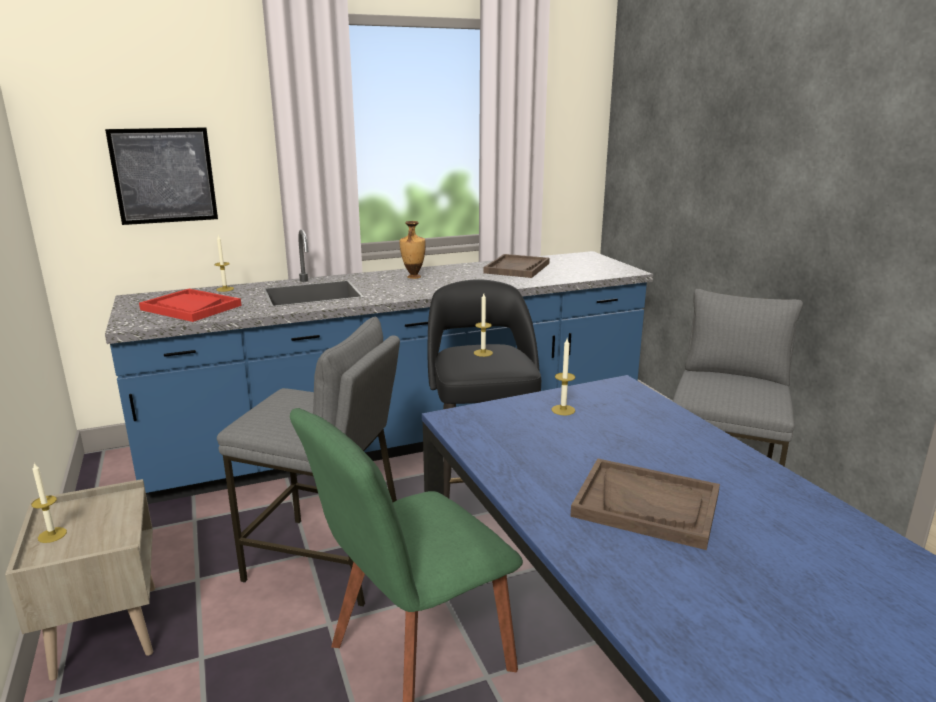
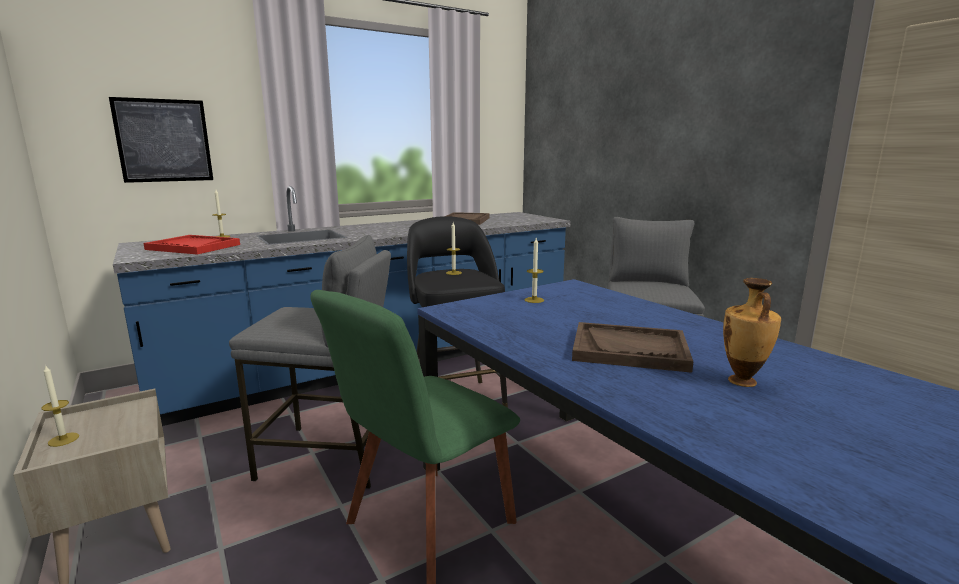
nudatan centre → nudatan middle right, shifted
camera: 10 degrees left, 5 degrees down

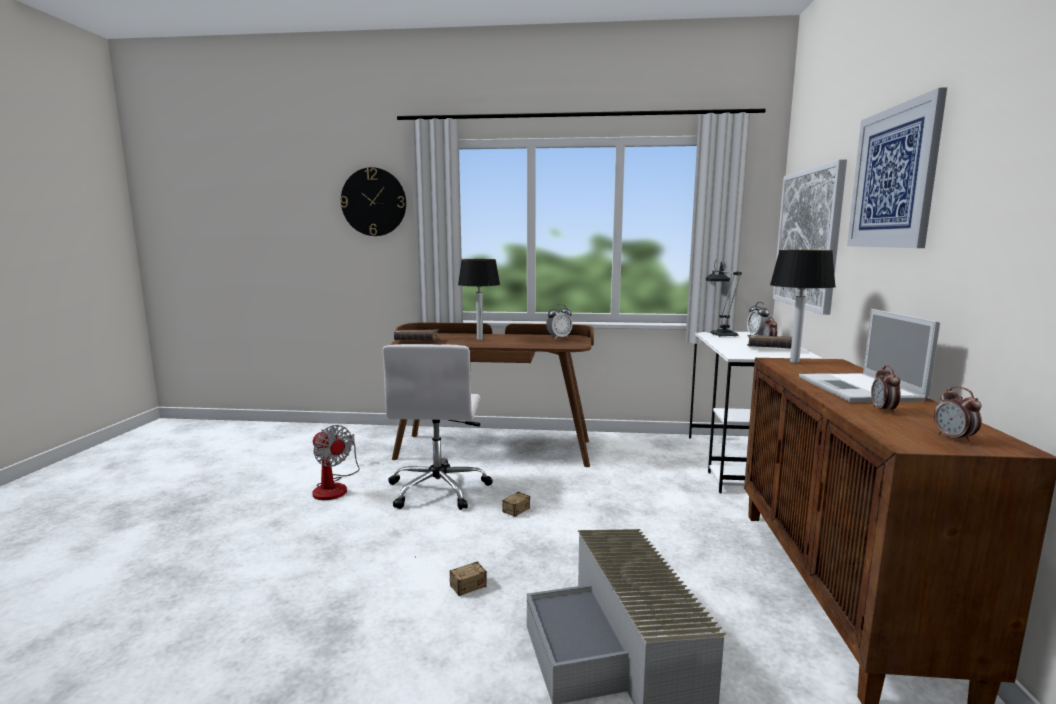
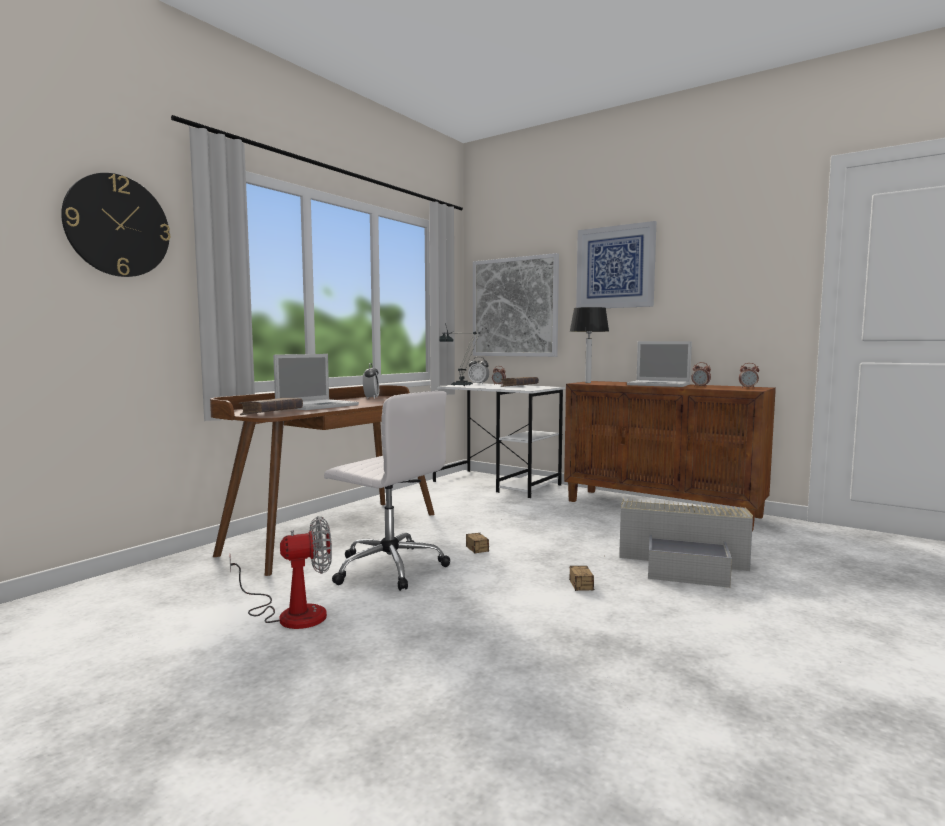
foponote (no. 1 from left) centre → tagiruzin (no. 1 from left) centre
camera: 60 degrees left, 5 degrees down

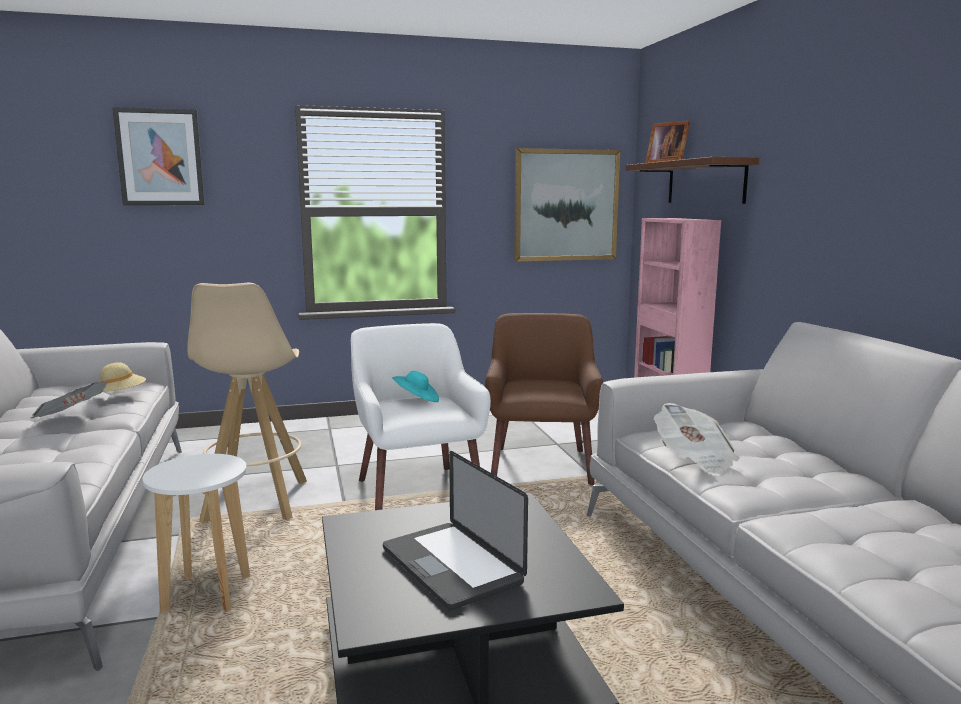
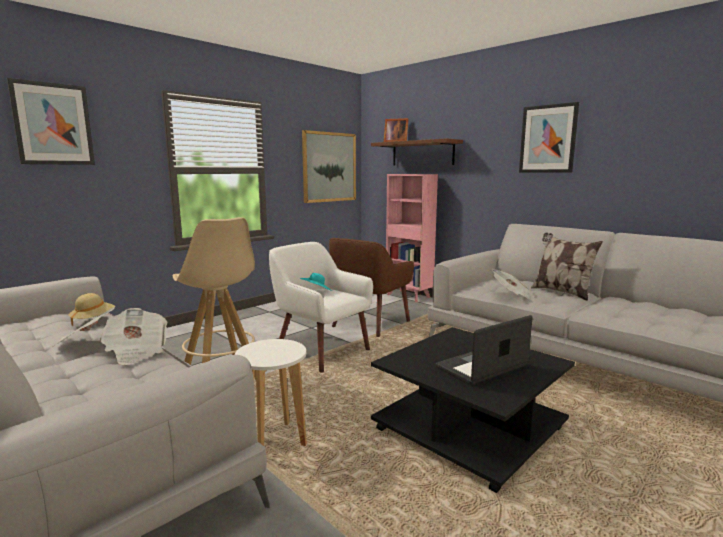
- → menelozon (no. 2 from left) middle left
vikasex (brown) centre, 120 degrees counterclockwise
tagiruzin bottom centre → tagiruzin middle right, 120 degrees clockwise
- → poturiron (no. 3 from left) top right
- → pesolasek middle right
camera: 30 degrees left, 0 degrees up

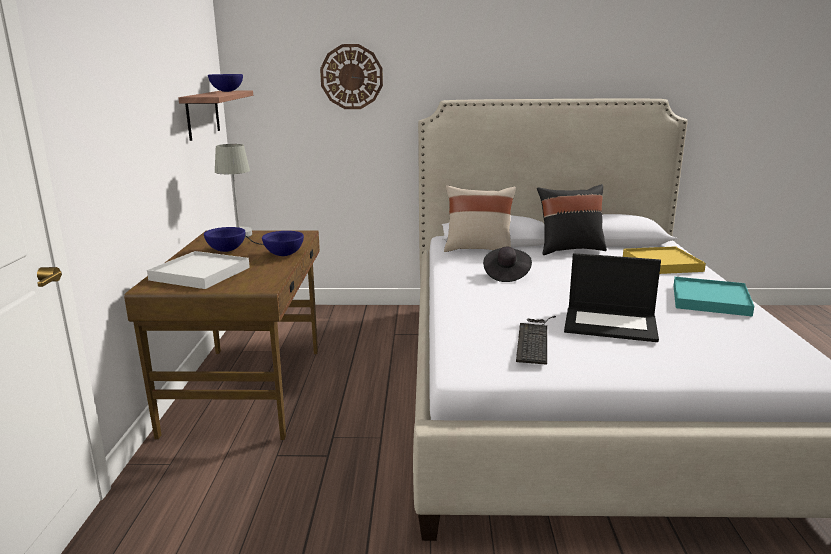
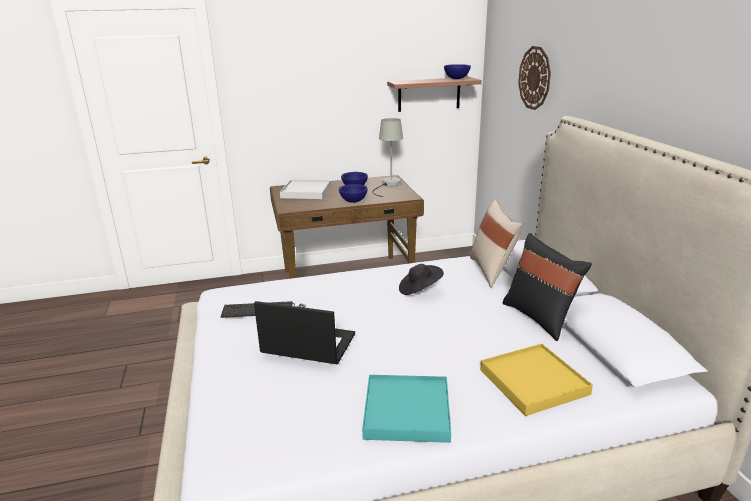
tagiruzin middle right → tagiruzin centre, 105 degrees clockwise
camera: 75 degrees right, 5 degrees up

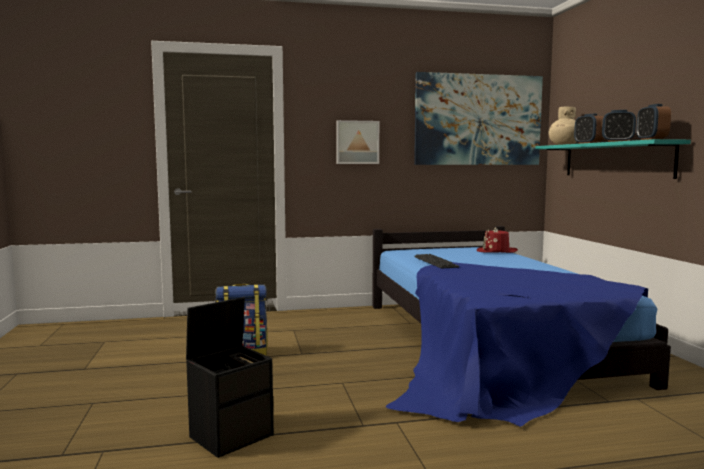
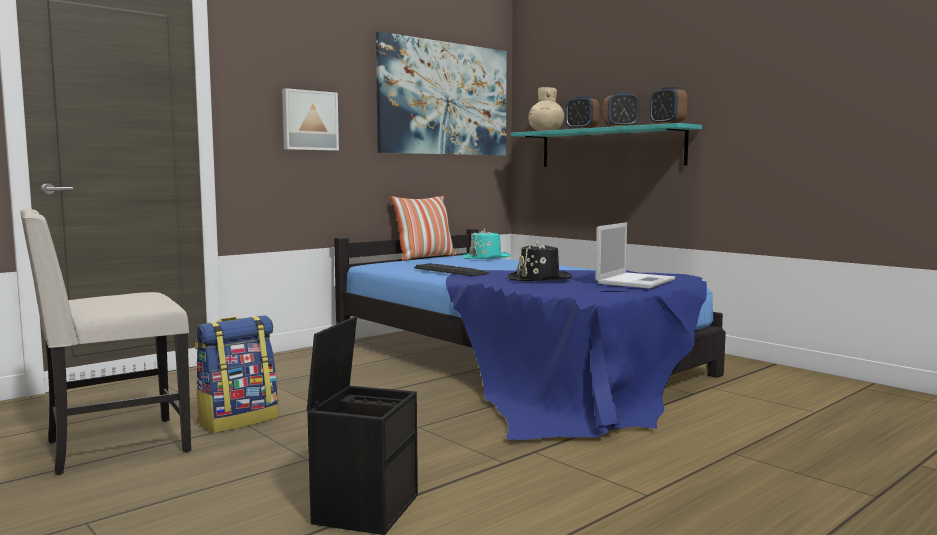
- → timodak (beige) middle left
- → pesolasek centre
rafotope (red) middle right → rafotope (turquoise) centre
- → rafotope (black) centre
- → tagiruzin middle right
camera: 30 degrees left, 0 degrees up

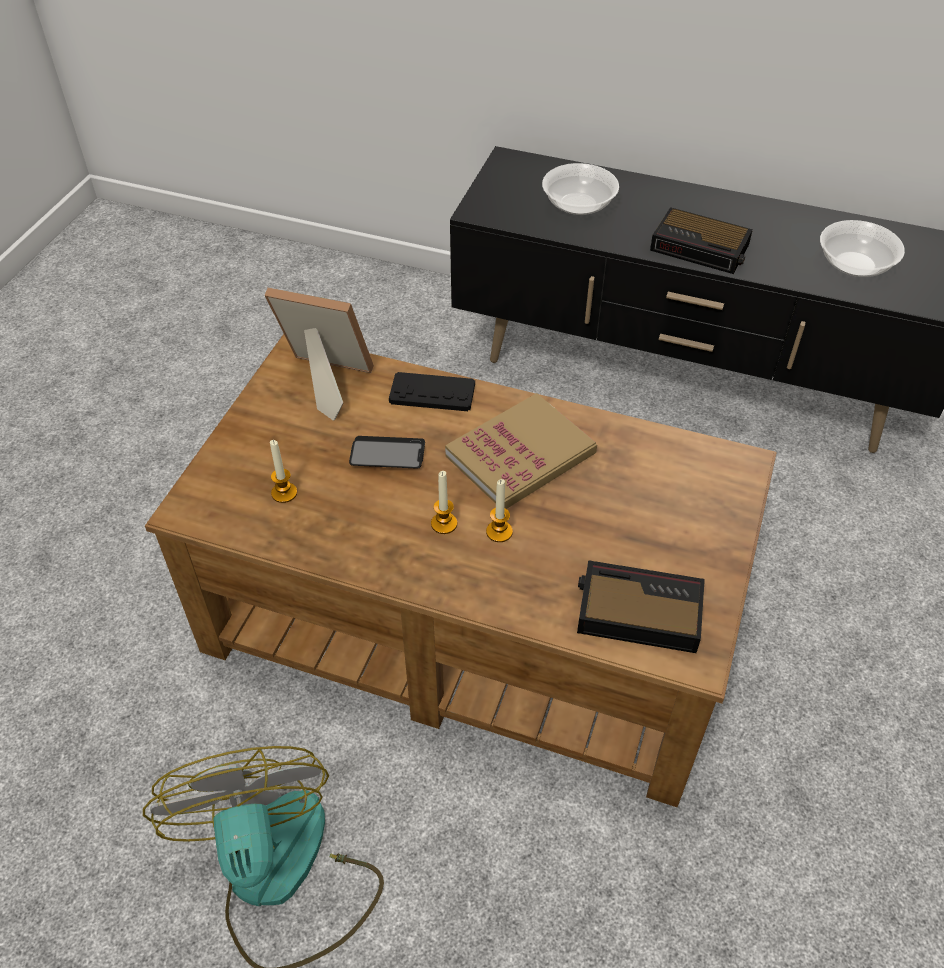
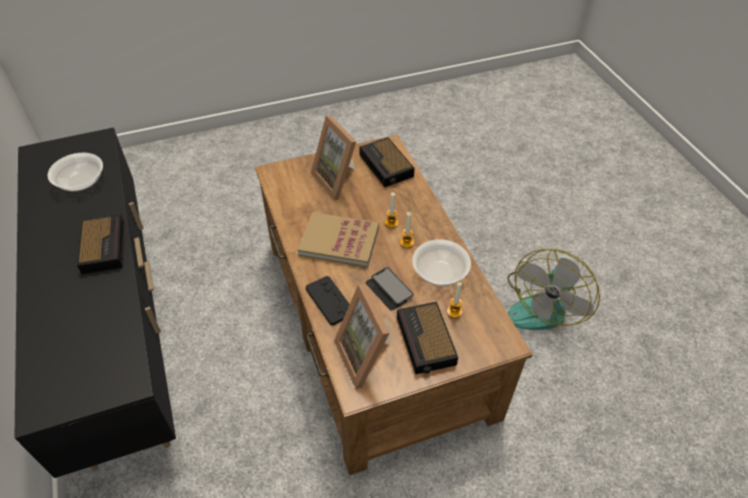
- → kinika (no. 1 from left) top centre
- → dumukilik (no. 3 from left) bottom centre
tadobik (no. 1 from left in the first image) top centre → tadobik (no. 2 from left) centre, shifted
camera: 130 degrees left, 0 degrees up

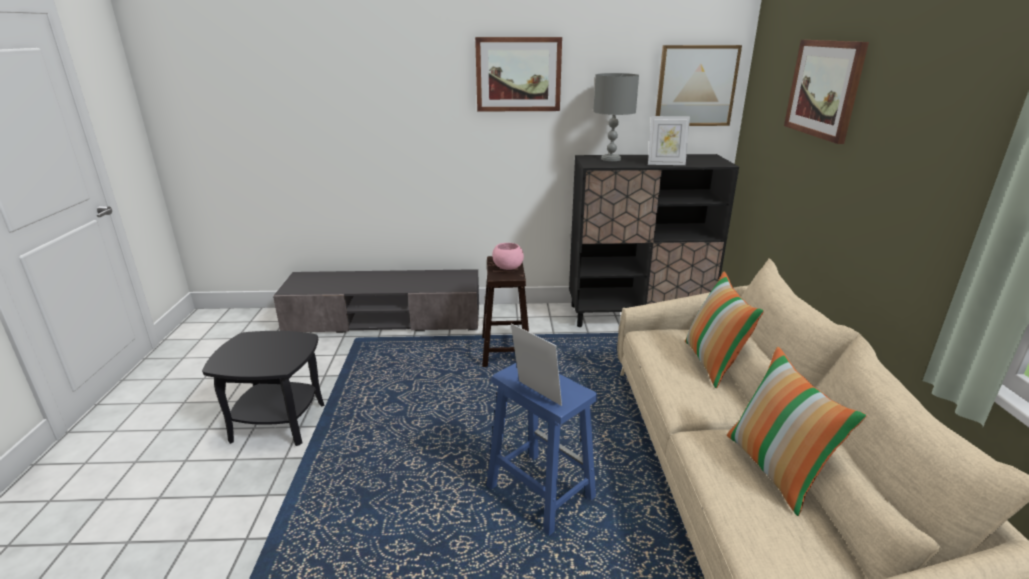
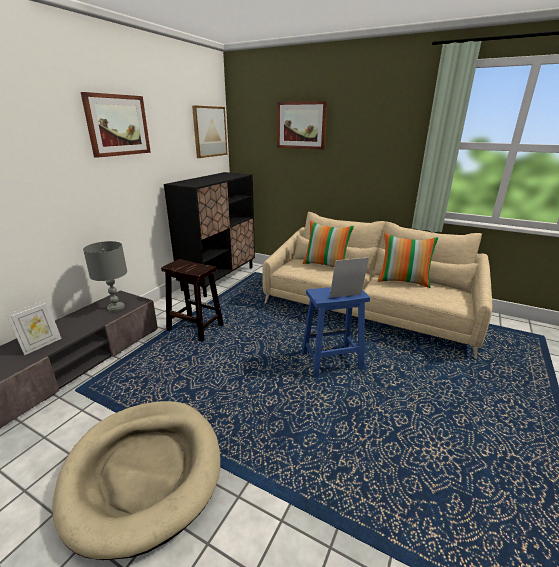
kinika (no. 2 from left in the first image) top centre → kinika (no. 1 from left) middle left, shifted
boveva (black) bottom left → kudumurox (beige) bottom left
foponote (grey) top centre → foponote (grey) middle left, shifted
tadobik (pink) centre → -
camera: 60 degrees left, 0 degrees up

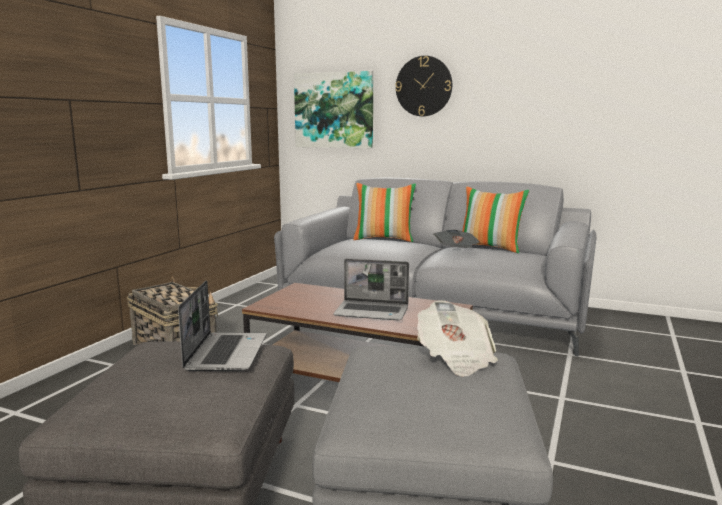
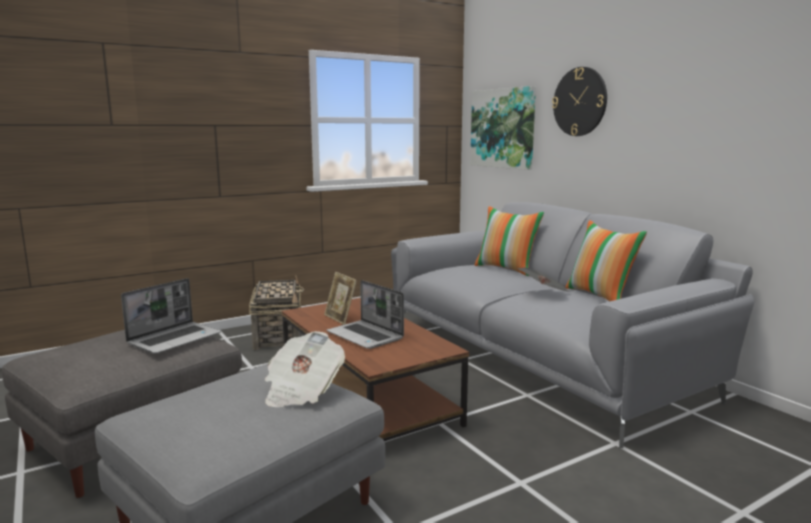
- → kinika centre
camera: 35 degrees right, 0 degrees up

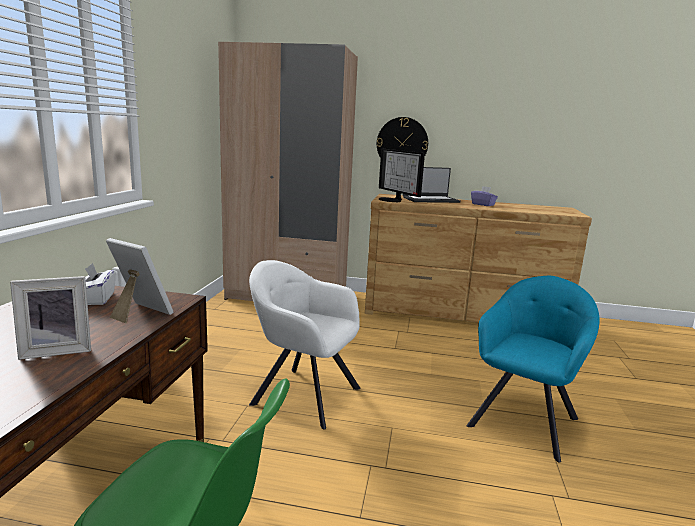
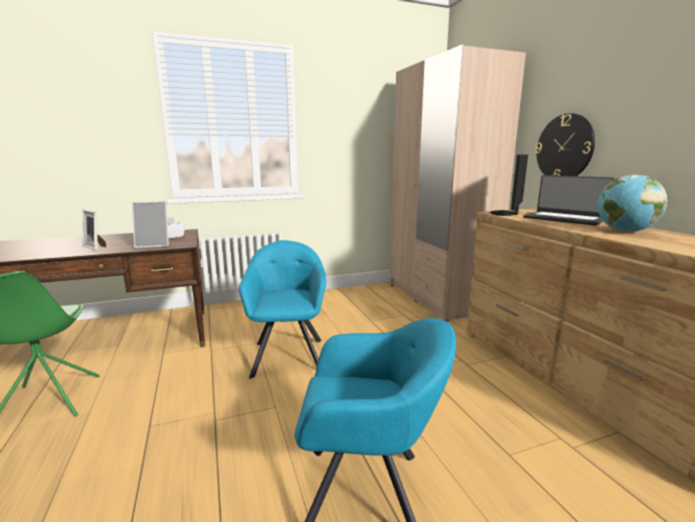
kinika (no. 2 from left) middle left, 75 degrees clockwise
vikasex (white) centre → vikasex (turquoise) (no. 1 from left) centre
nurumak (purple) middle right → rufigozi middle right
camera: 60 degrees right, 0 degrees up

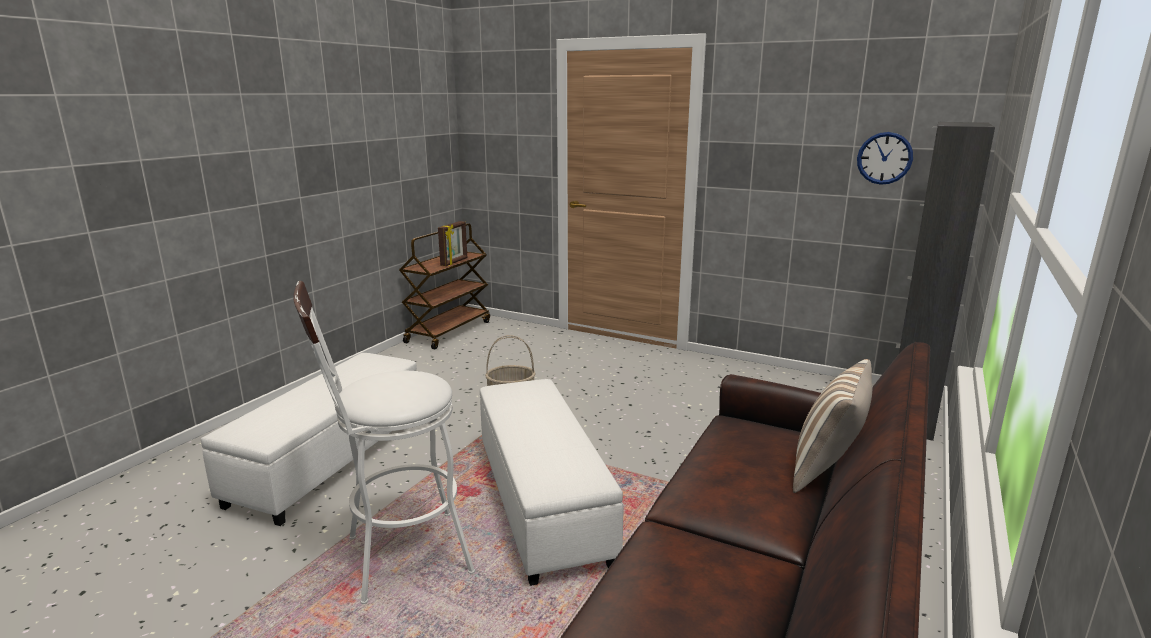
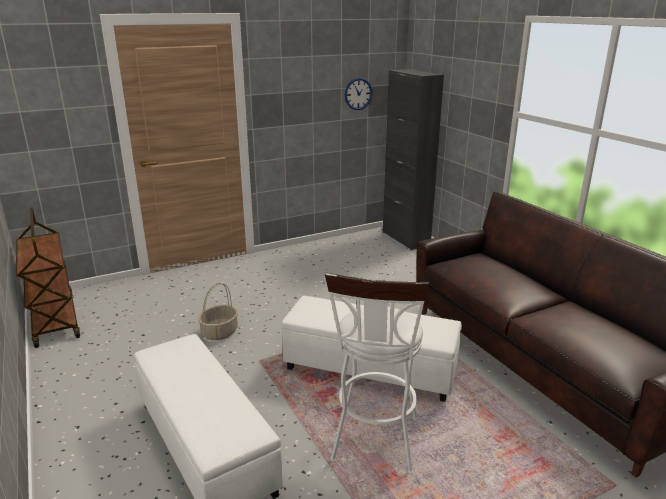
kinika centre → -
pesolasek bottom right → -
camera: 55 degrees left, 5 degrees up

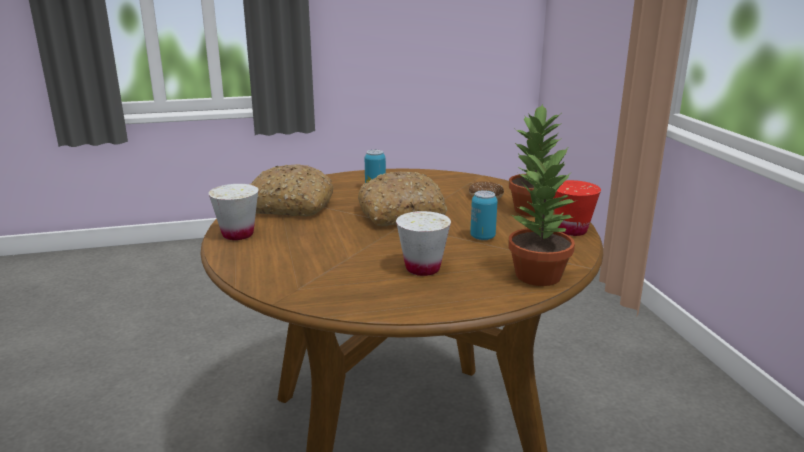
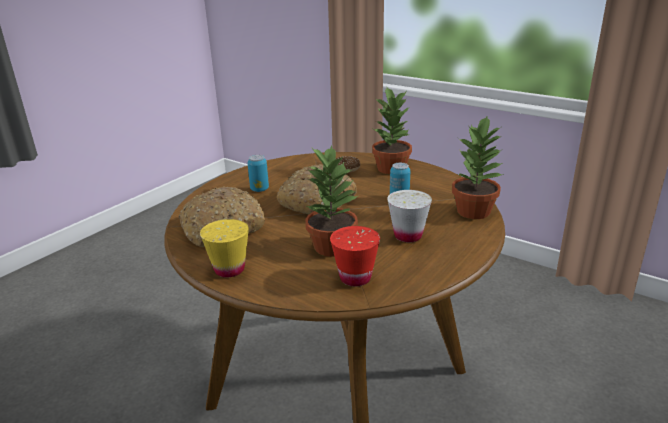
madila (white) (no. 1 from left) middle left → madila (yellow) centre
- → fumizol (no. 1 from left) centre
madila (red) middle right → madila (red) centre, shifted
camera: 40 degrees left, 5 degrees up

